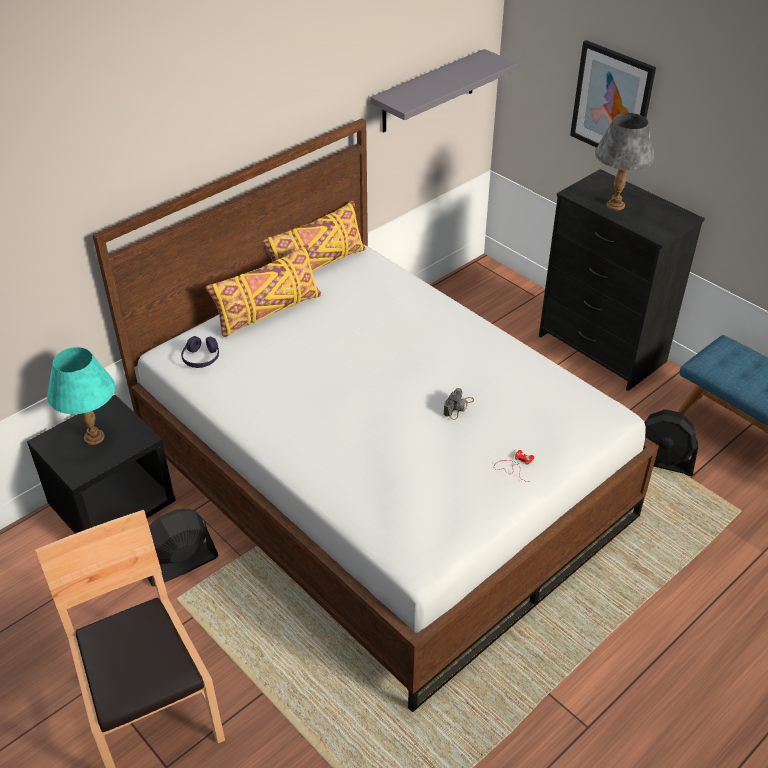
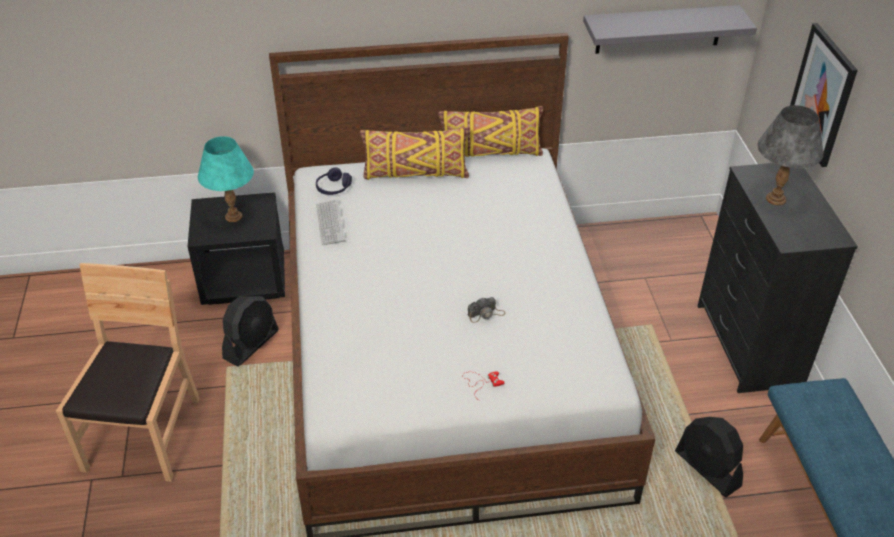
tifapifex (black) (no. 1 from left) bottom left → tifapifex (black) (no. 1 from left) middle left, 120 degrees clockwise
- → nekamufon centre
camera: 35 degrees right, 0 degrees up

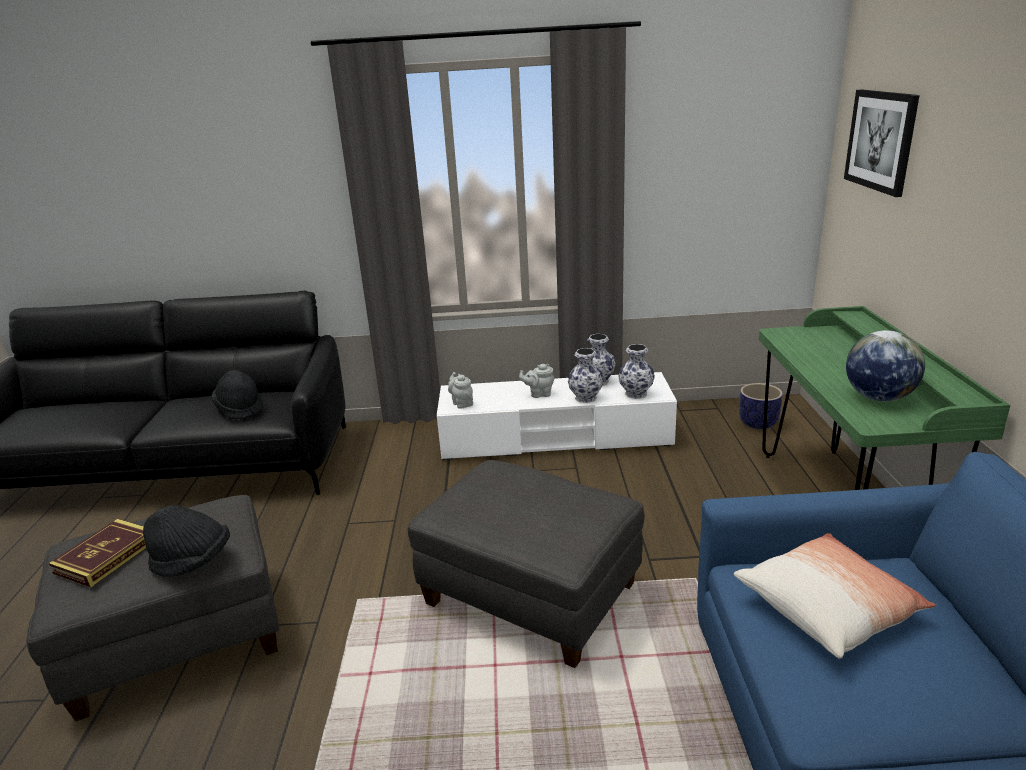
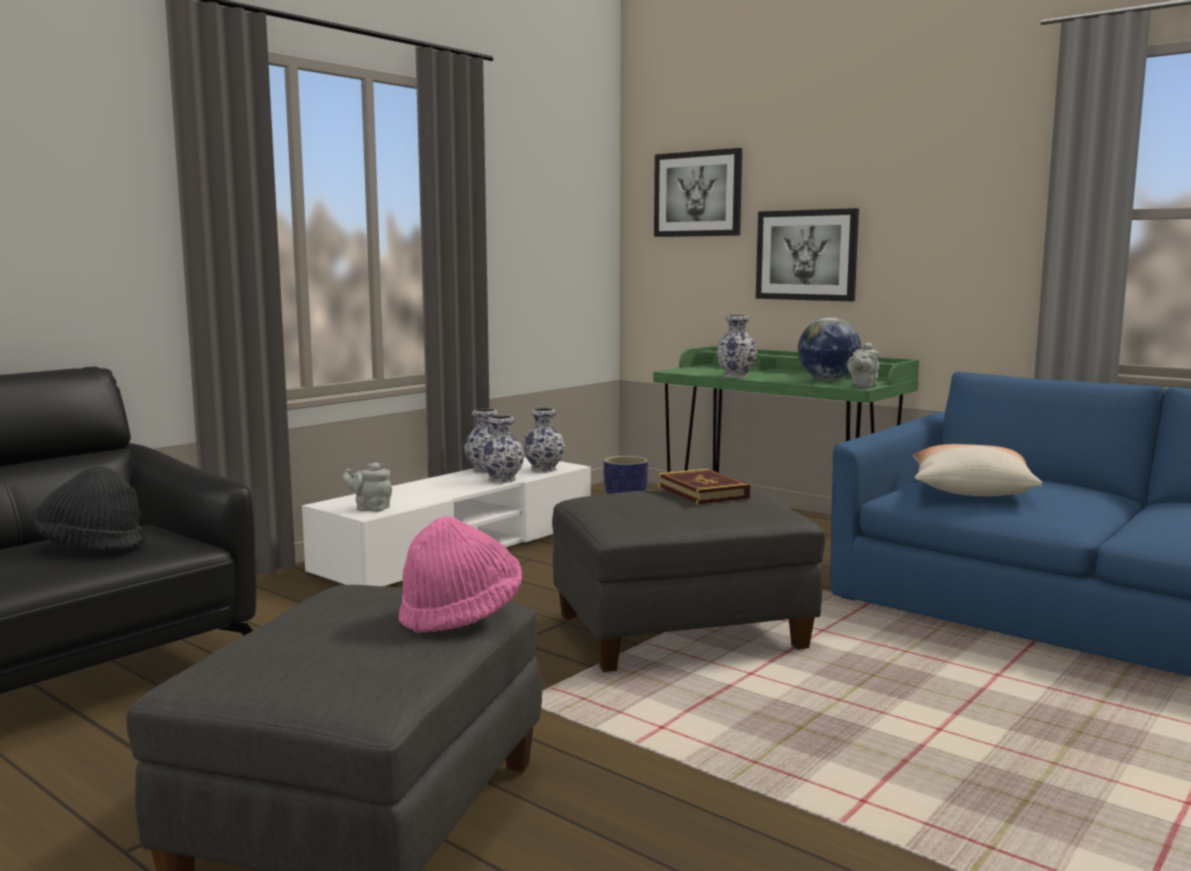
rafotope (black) (no. 1 from left) bottom left → rafotope (pink) centre
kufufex bottom left → kufufex centre, shifted
- → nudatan (no. 4 from left) centre
- → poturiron (no. 2 from left) top right
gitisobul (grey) (no. 2 from left) centre → gitisobul (grey) (no. 2 from left) middle right, shifted
camera: 50 degrees left, 15 degrees down

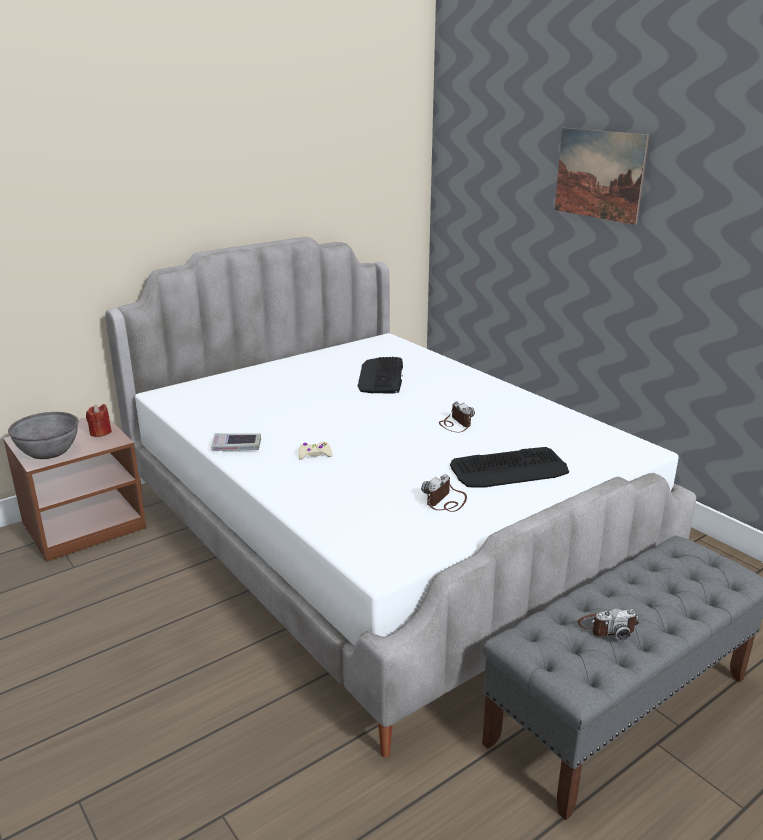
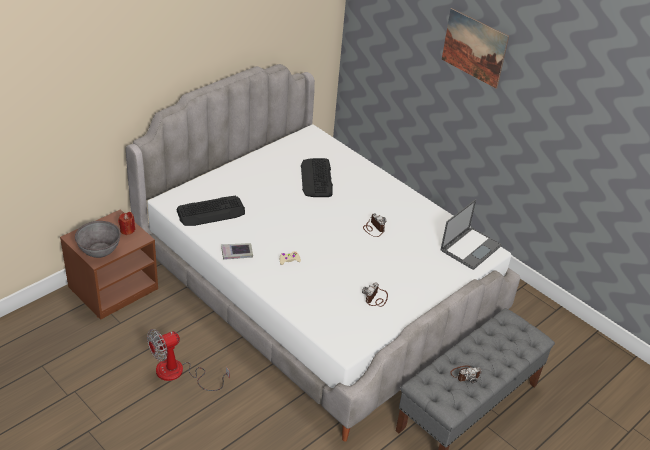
- → tifapifex bottom left
nekamufon (no. 2 from left in the first image) middle right → nekamufon (no. 1 from left) middle left, shifted
- → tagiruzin middle right
camera: 10 degrees left, 15 degrees up

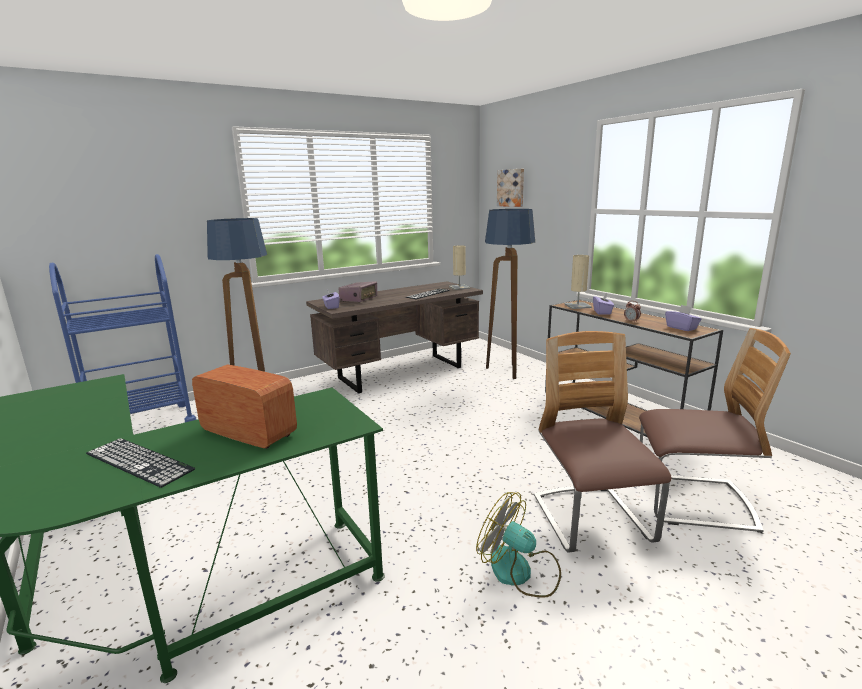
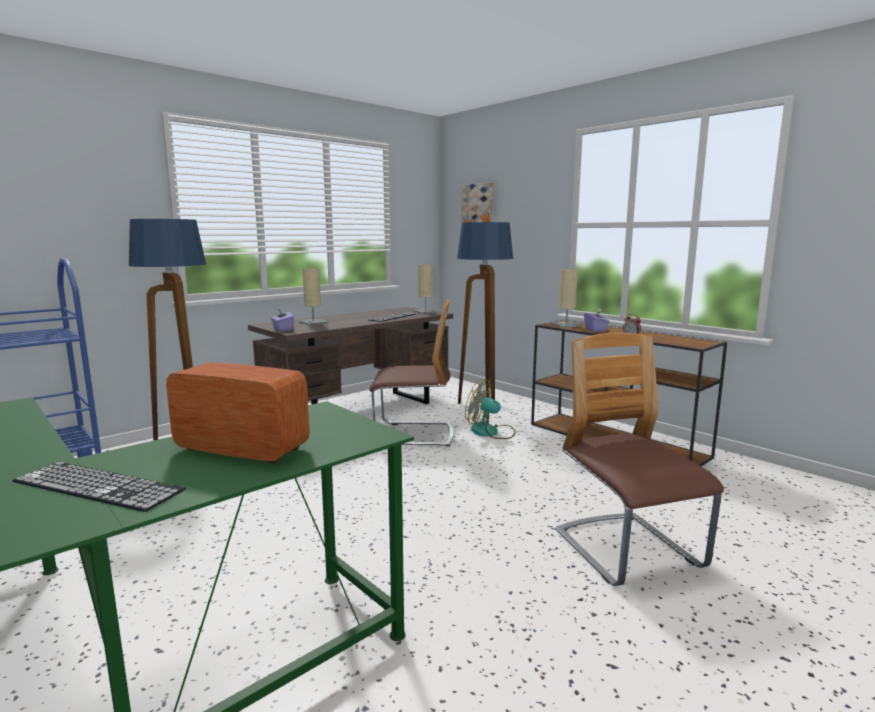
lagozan (no. 2 from left) centre → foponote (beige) (no. 1 from left) centre
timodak (no. 2 from left in the first image) middle right → timodak (no. 1 from left) centre, shifted
tifapifex bottom centre → tifapifex centre, shifted
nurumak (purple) (no. 3 from left) middle right → -
camera: 10 degrees left, 5 degrees down

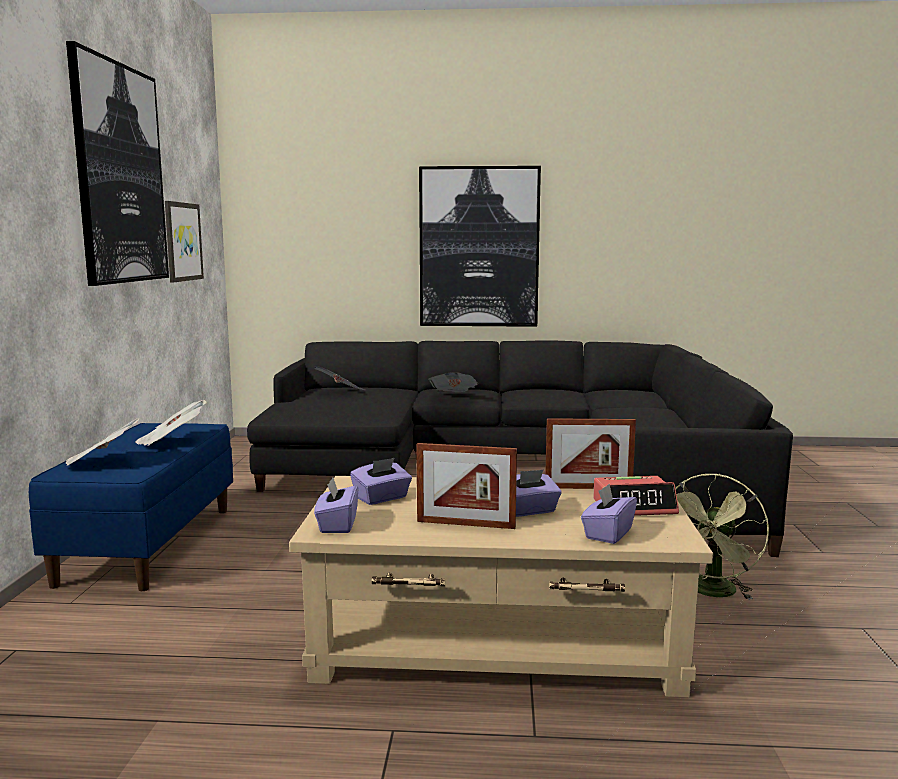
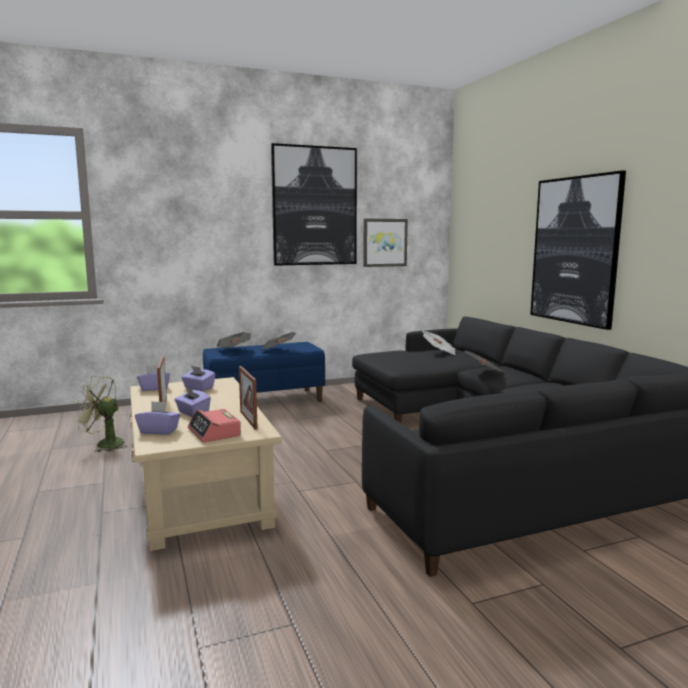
tifapifex (green) bottom right → tifapifex (green) middle left, shifted
camera: 65 degrees right, 0 degrees up

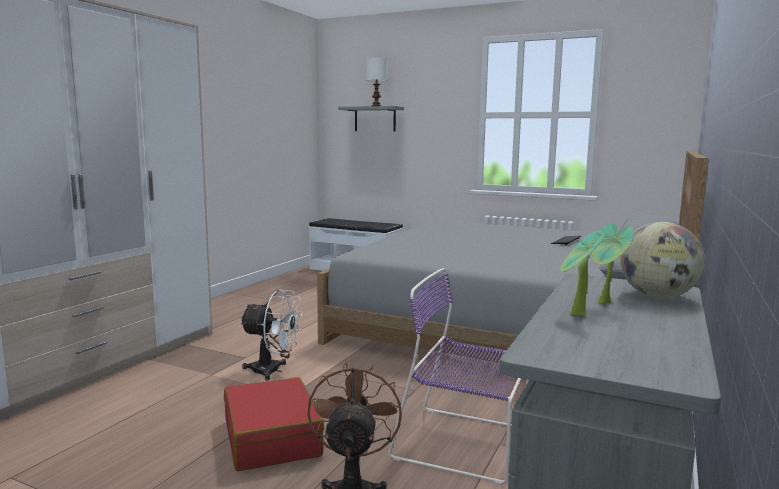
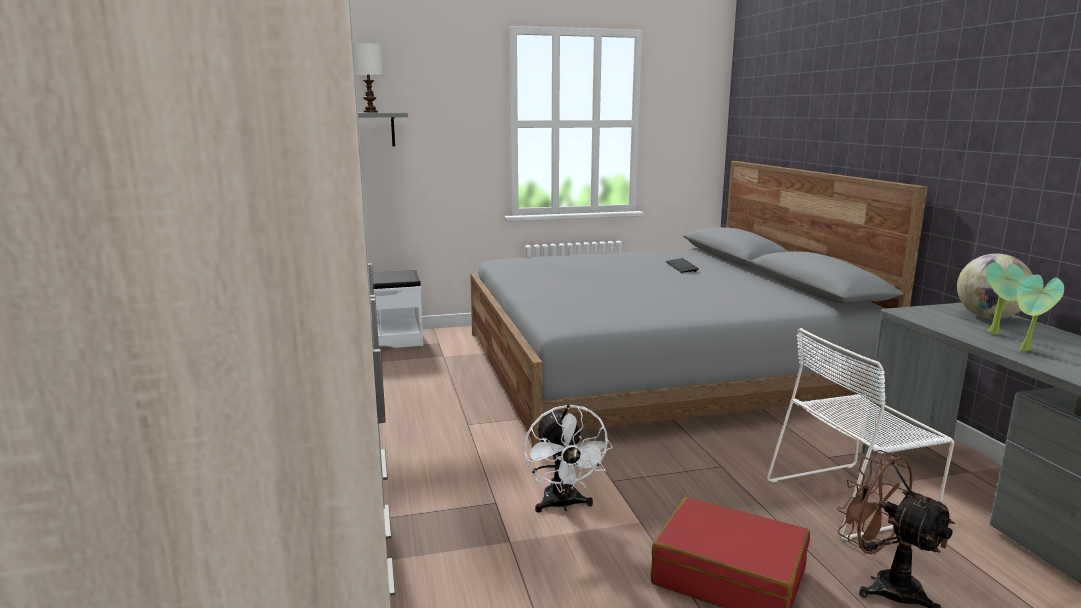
tifapifex (white) bottom centre, 105 degrees clockwise
timodak (purple) bottom centre → timodak (white) bottom right
camera: 40 degrees left, 5 degrees up

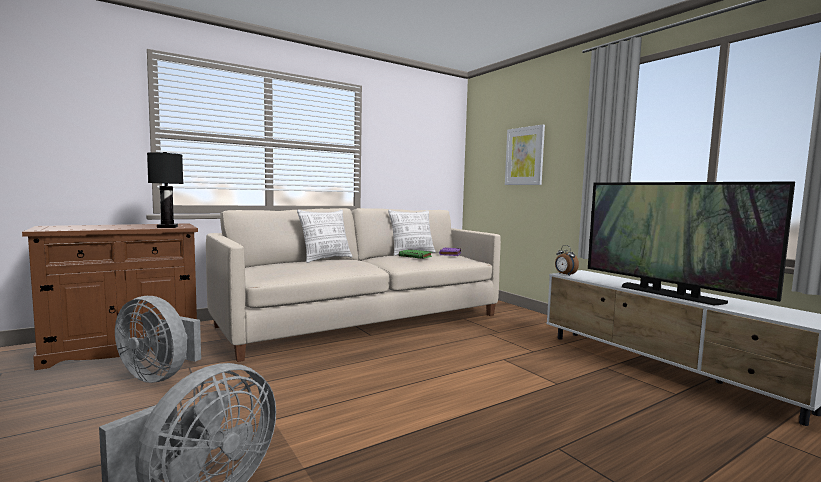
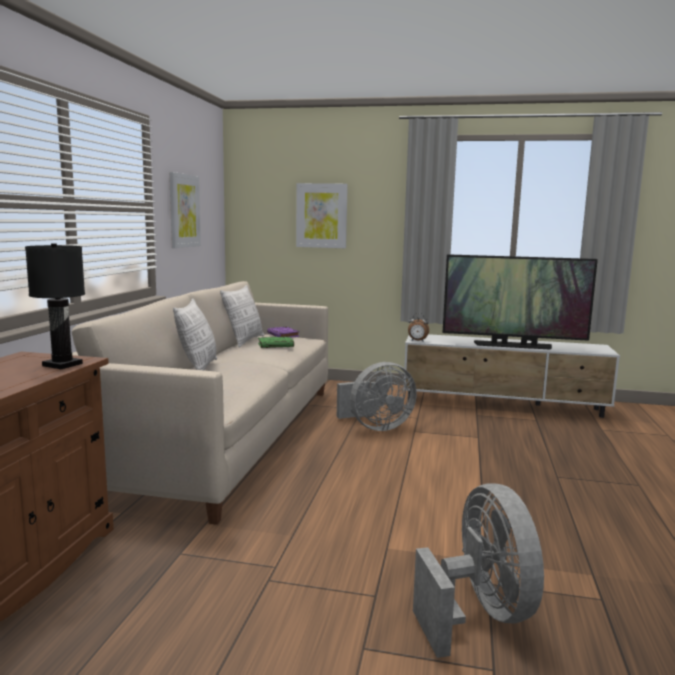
- → poturiron (no. 1 from left) top left
tifapifex (grey) (no. 1 from left) bottom left → tifapifex (grey) (no. 1 from left) centre, shifted
camera: 45 degrees left, 5 degrees up

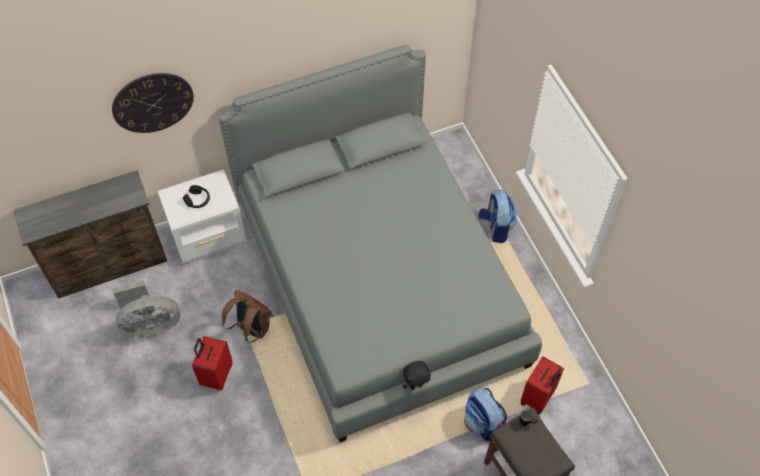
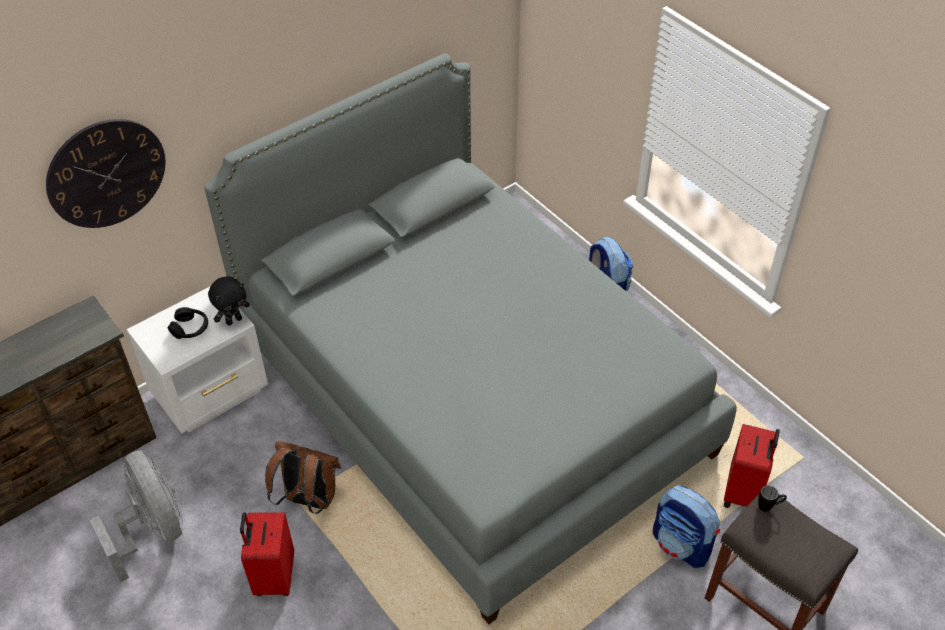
tifapifex (grey) middle left → tifapifex (grey) bottom left, 90 degrees counterclockwise
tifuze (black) bottom centre → tifuze (black) middle left, shifted
camera: 15 degrees left, 10 degrees down

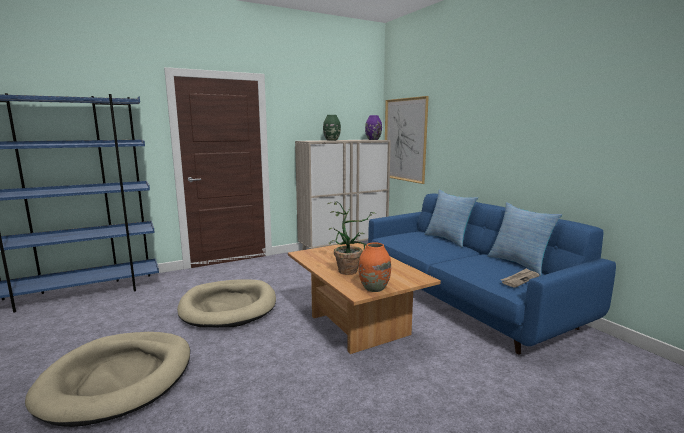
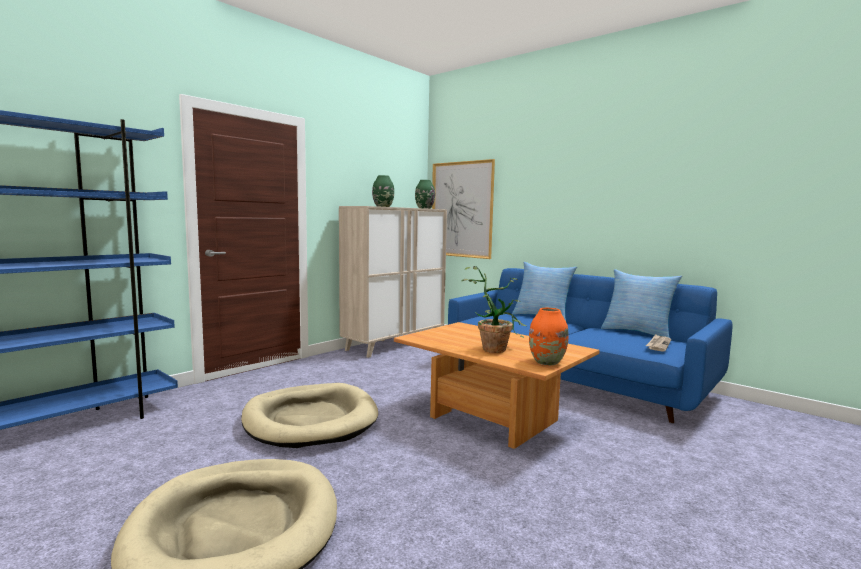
nudatan (purple) top centre → nudatan (green) (no. 2 from left) centre
camera: 20 degrees left, 5 degrees down

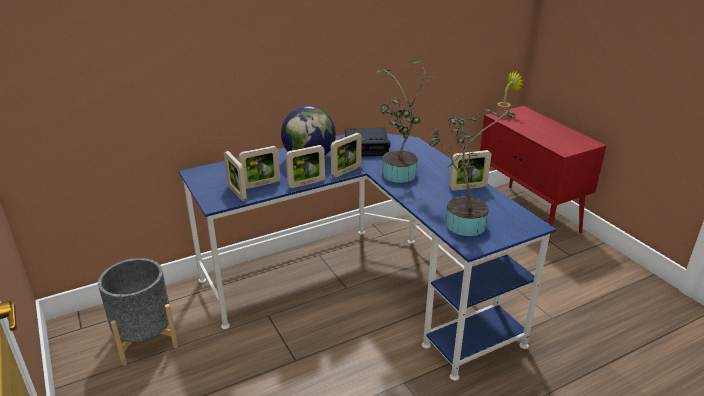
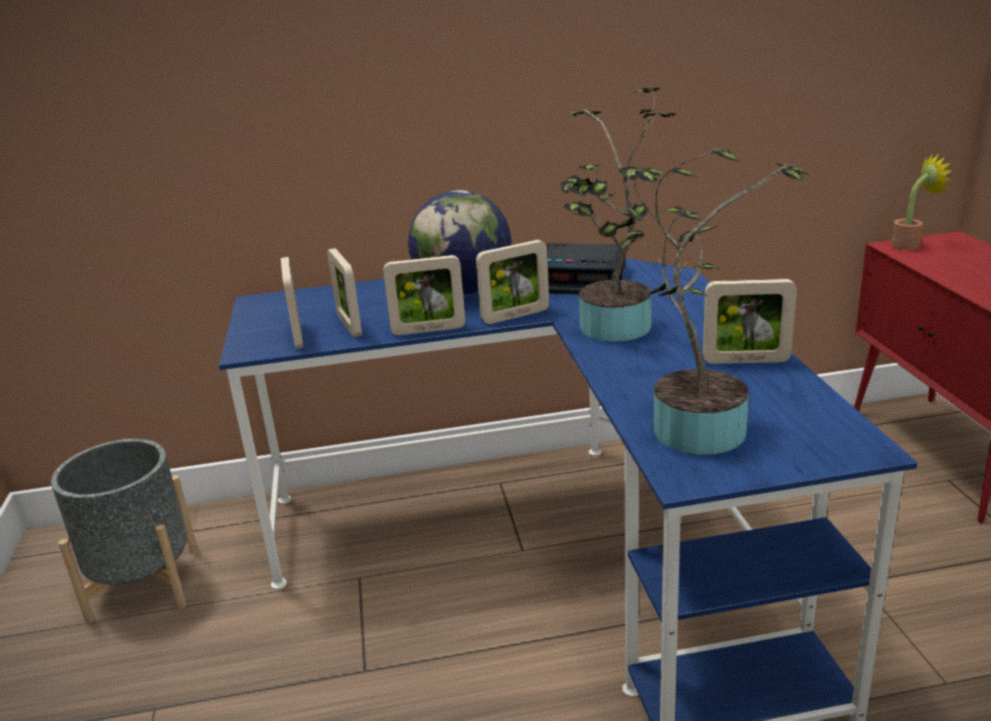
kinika (no. 2 from left) centre, 75 degrees clockwise
camera: 20 degrees right, 5 degrees down

